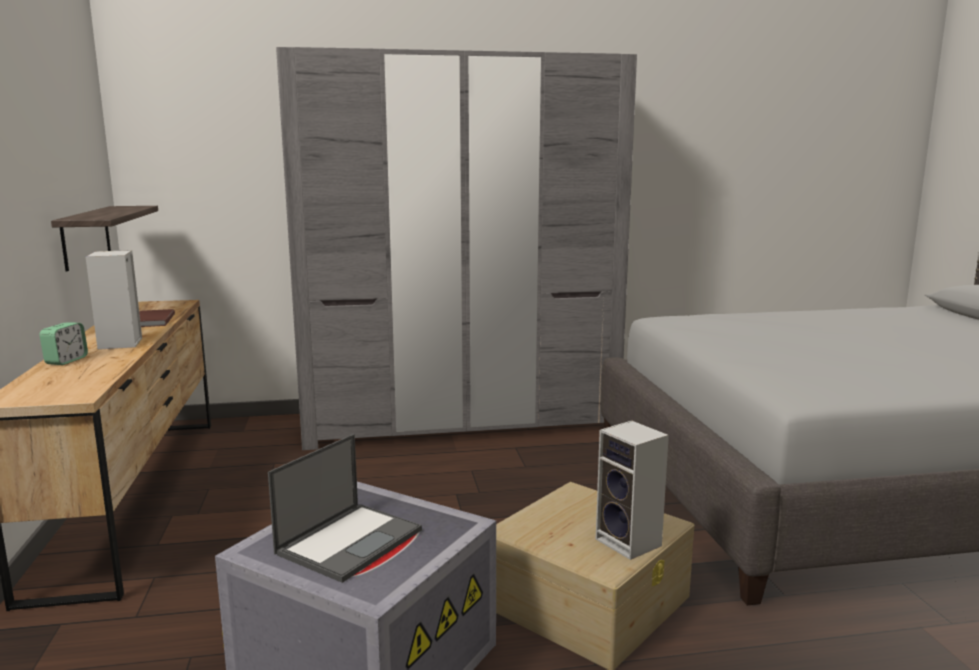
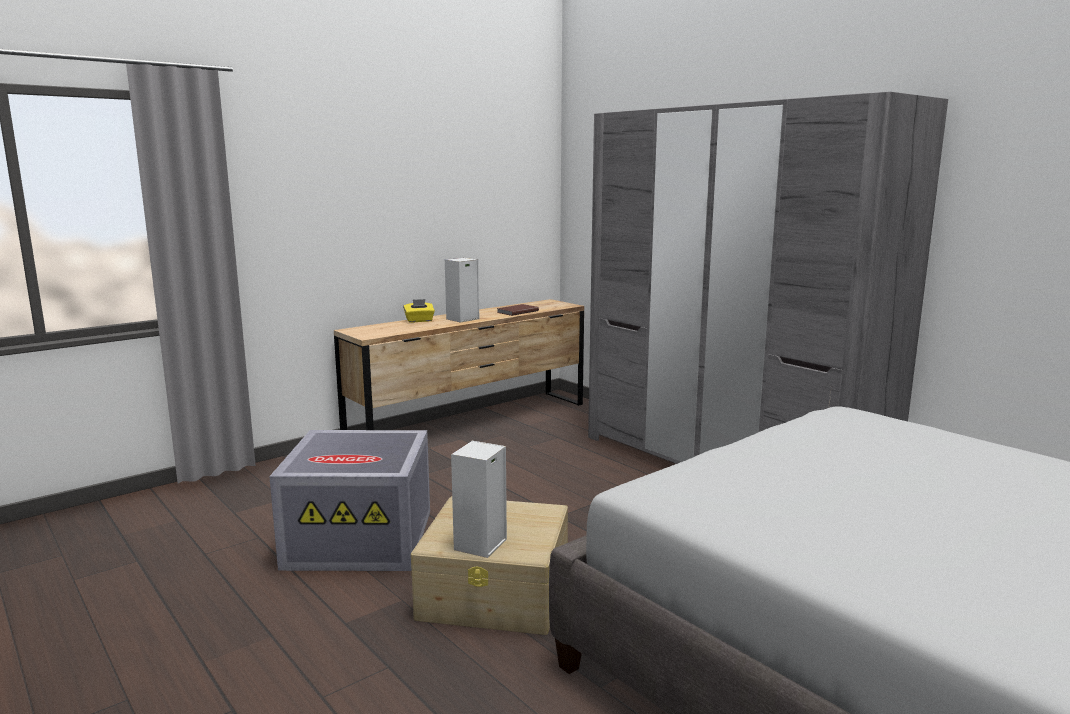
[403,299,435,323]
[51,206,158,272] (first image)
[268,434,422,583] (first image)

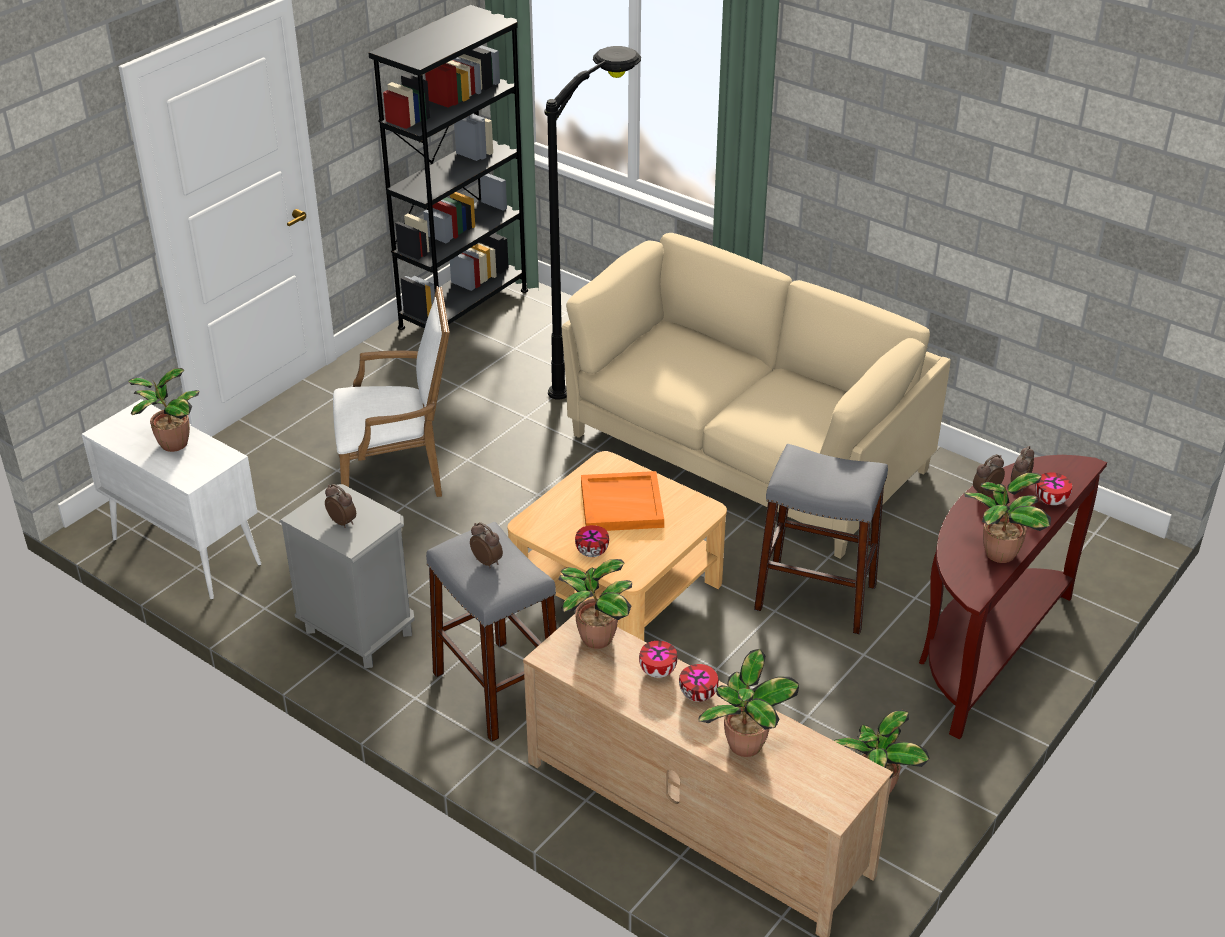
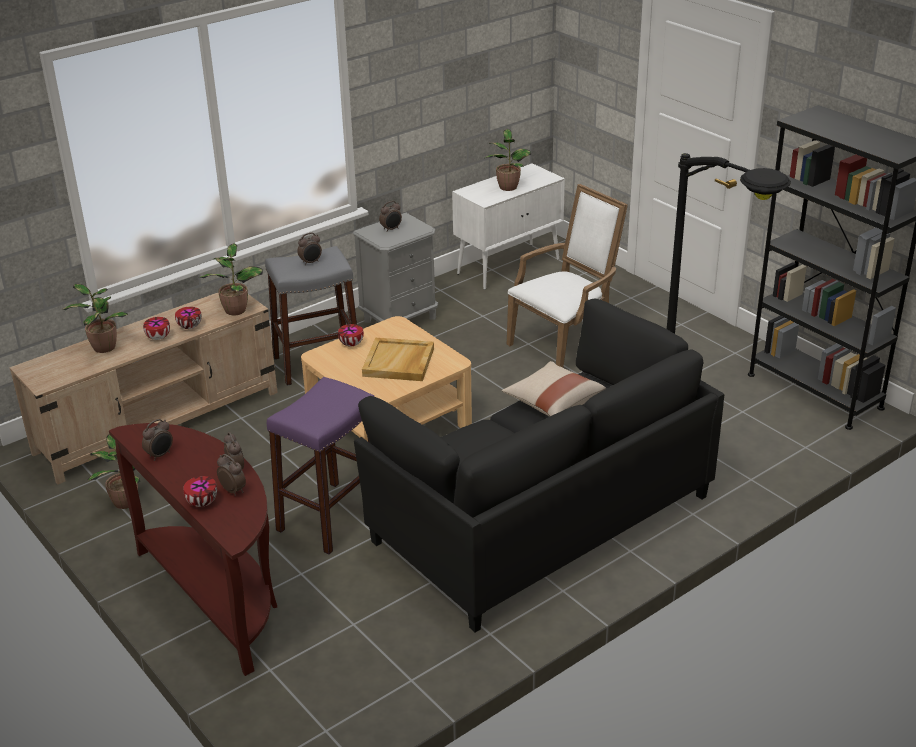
[507,184,628,368]
[354,299,724,632]
[362,338,434,381]
[267,377,374,554]
[142,419,173,461]
[502,361,606,417]

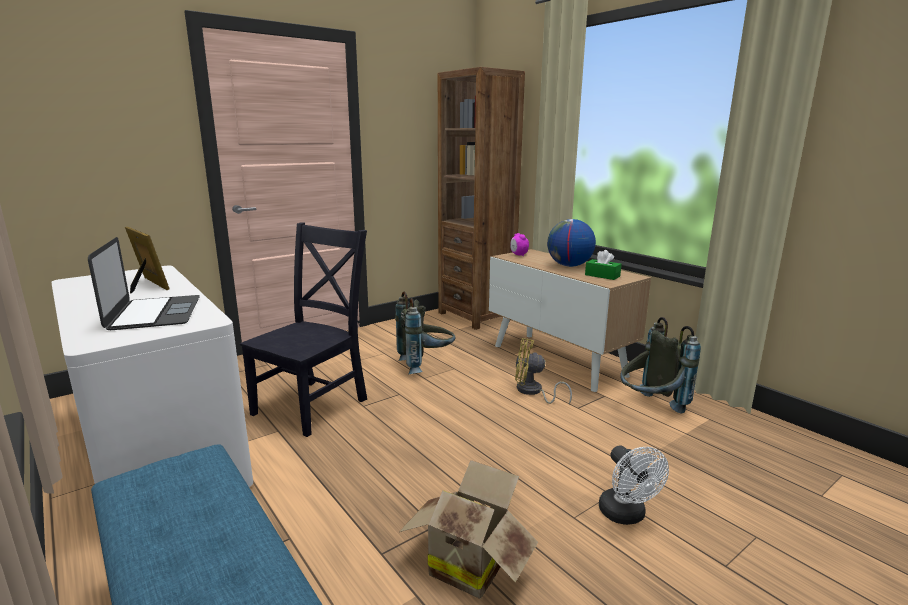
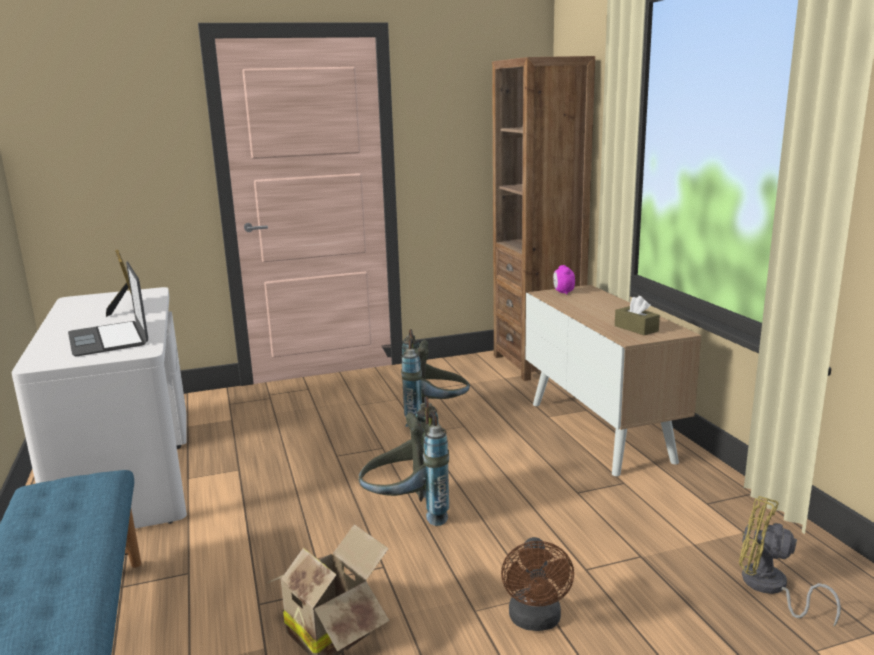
[68,261,148,356]
[240,222,367,437] (first image)
[739,496,841,626]
[547,219,596,267] (first image)
[615,296,660,335]
[501,537,574,631]
[358,397,449,526]

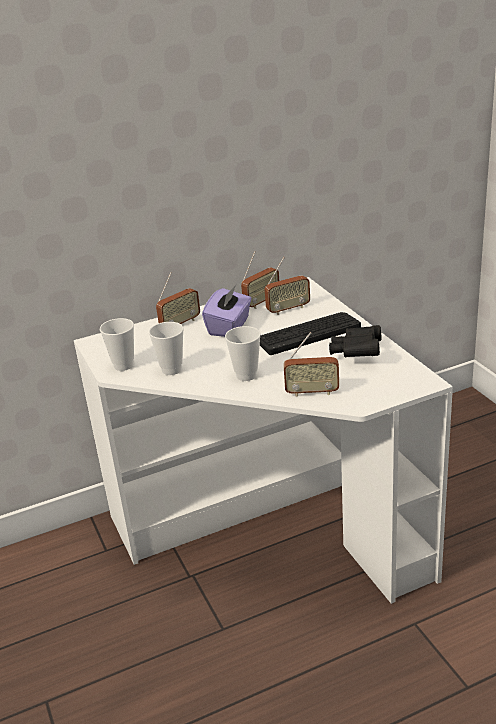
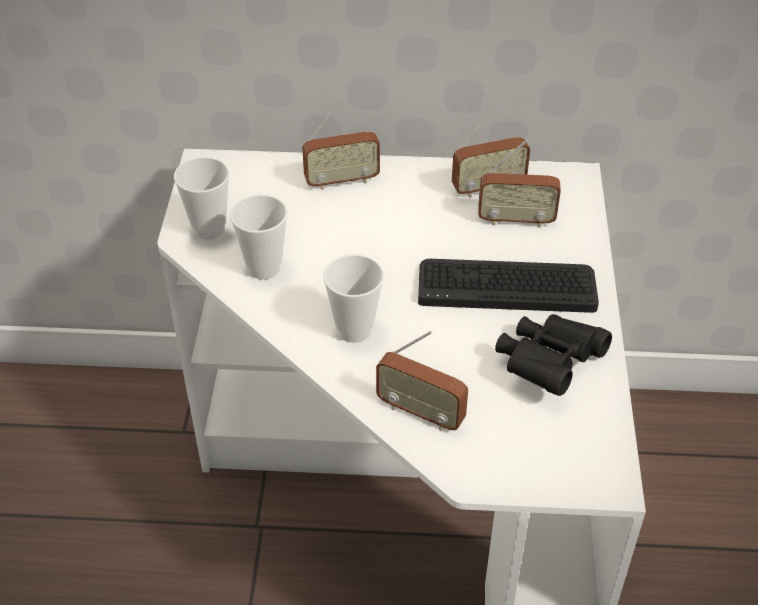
[202,285,252,337] (first image)

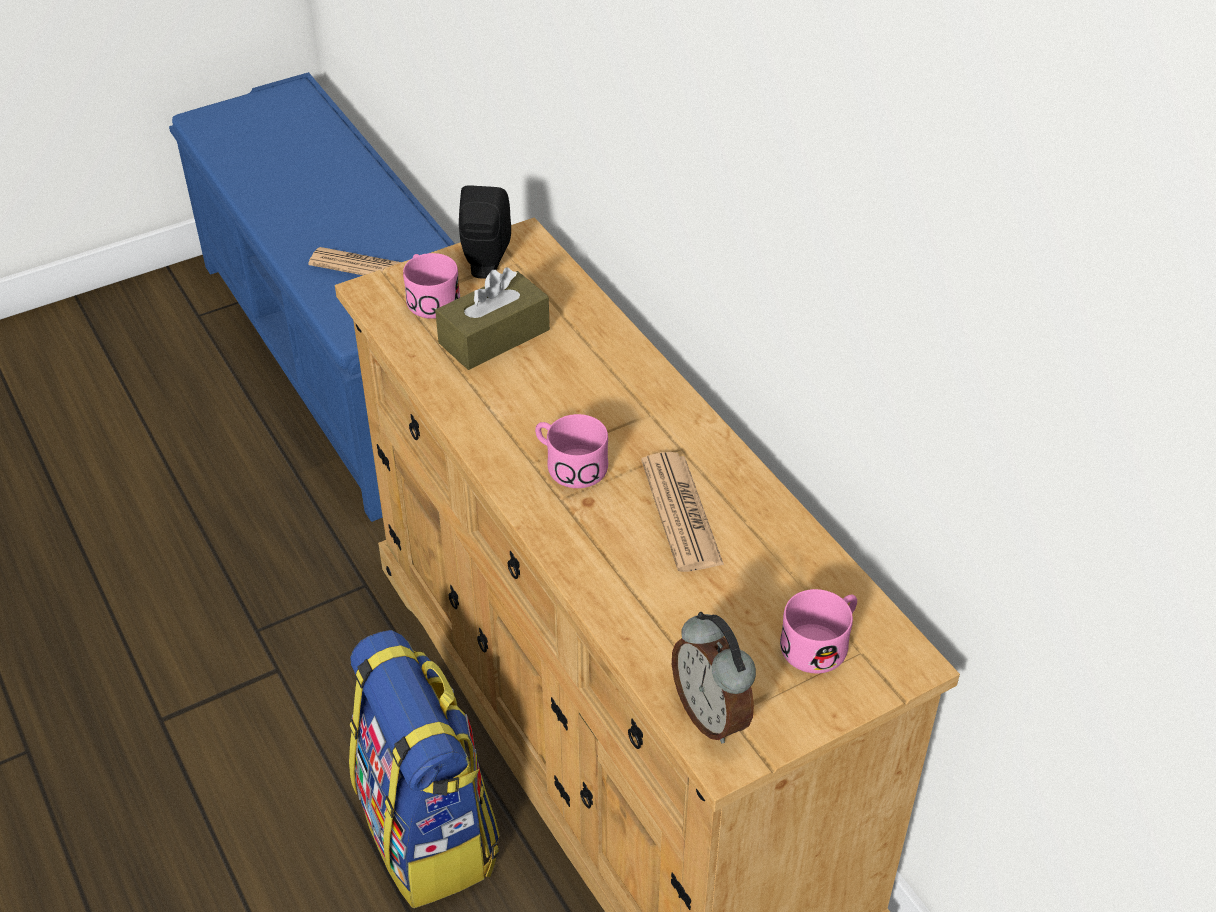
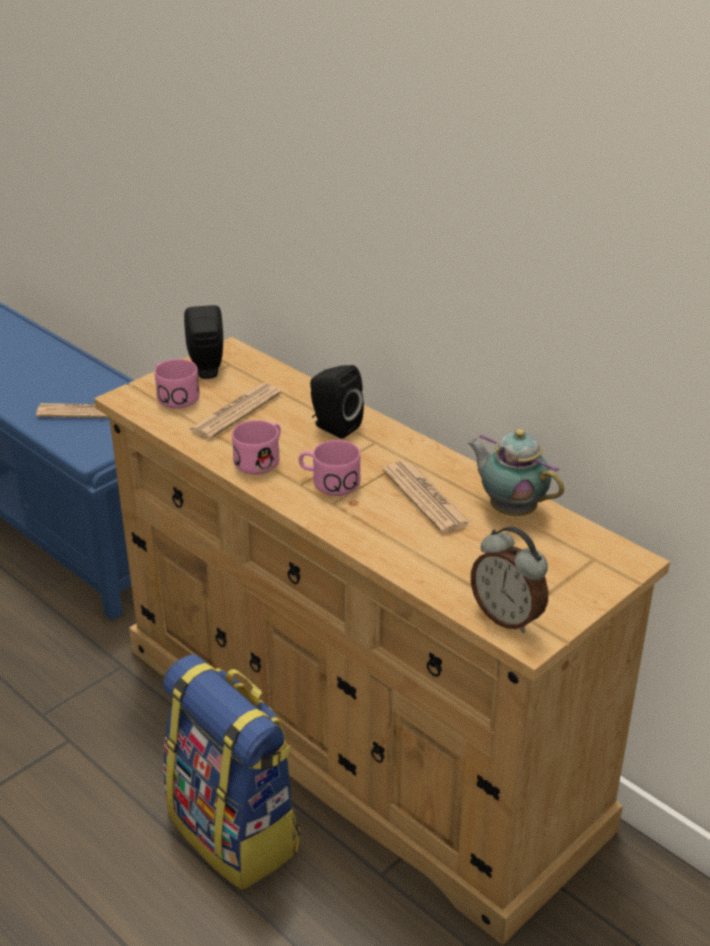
[188,383,281,440]
[232,420,281,475]
[310,365,364,439]
[468,429,564,516]

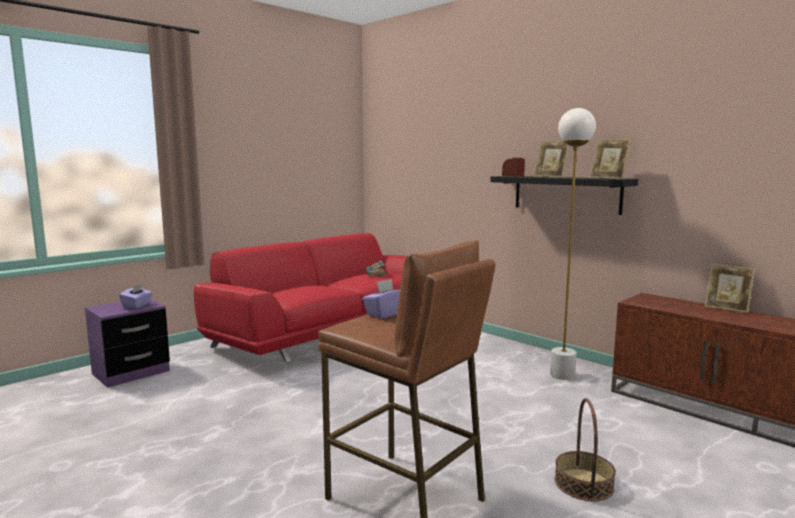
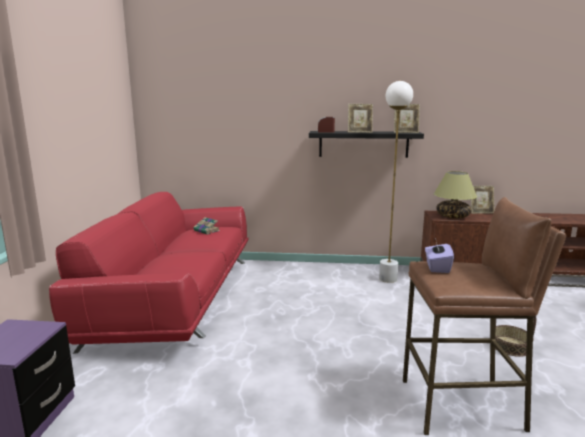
[119,284,152,309] (first image)
[434,171,477,218]

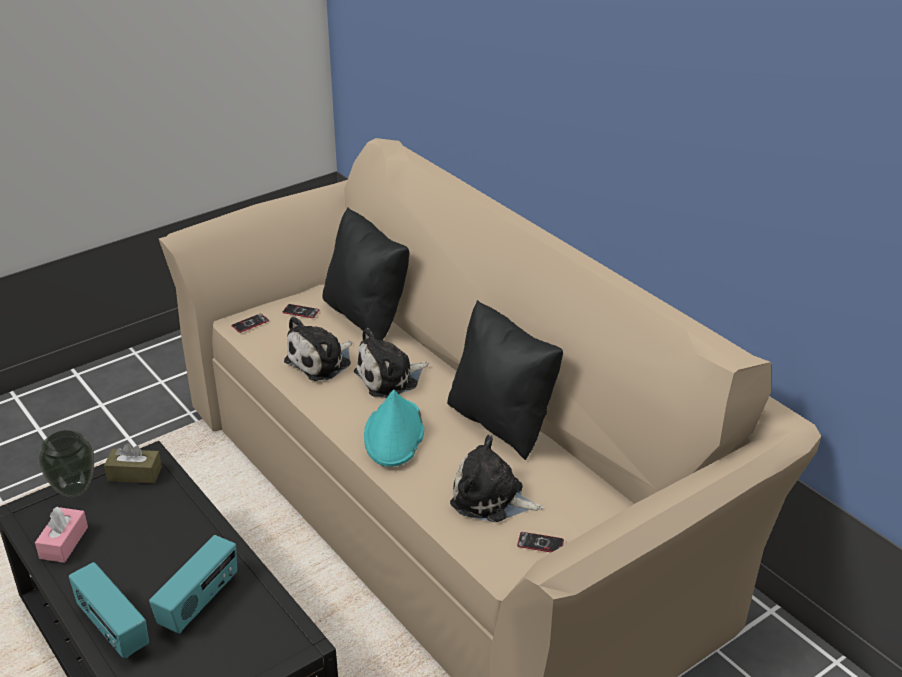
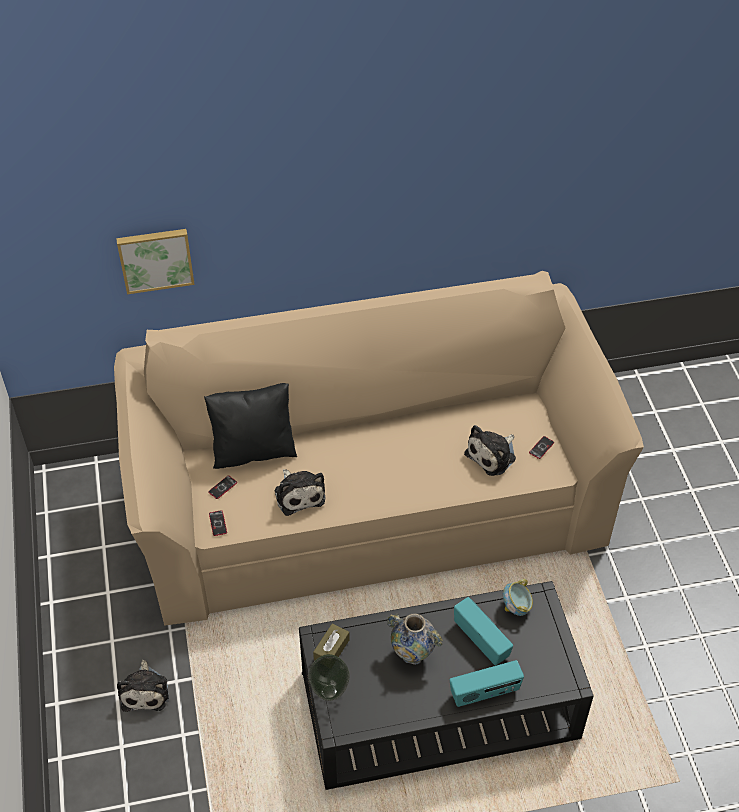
[35,506,88,563] (first image)
[117,660,169,712]
[364,390,424,467] (first image)
[447,300,563,460] (first image)
[116,229,195,294]
[387,613,443,665]
[503,579,533,616]

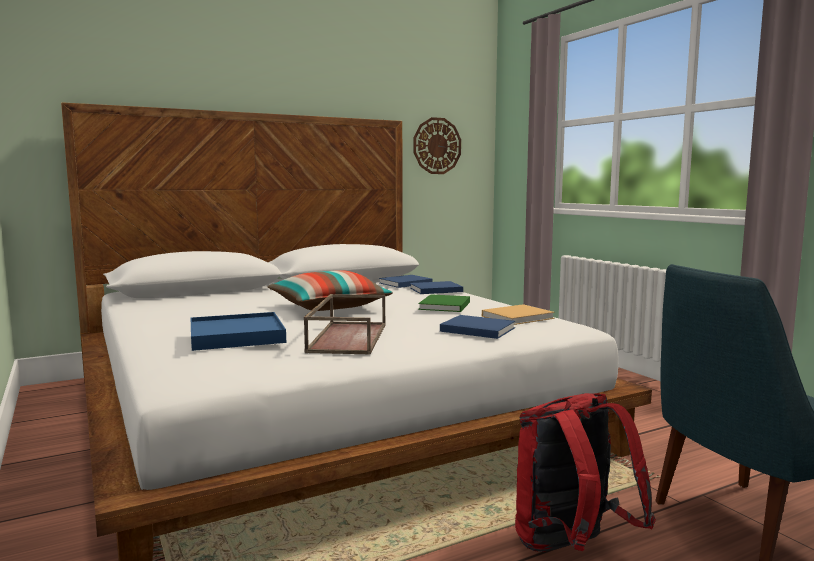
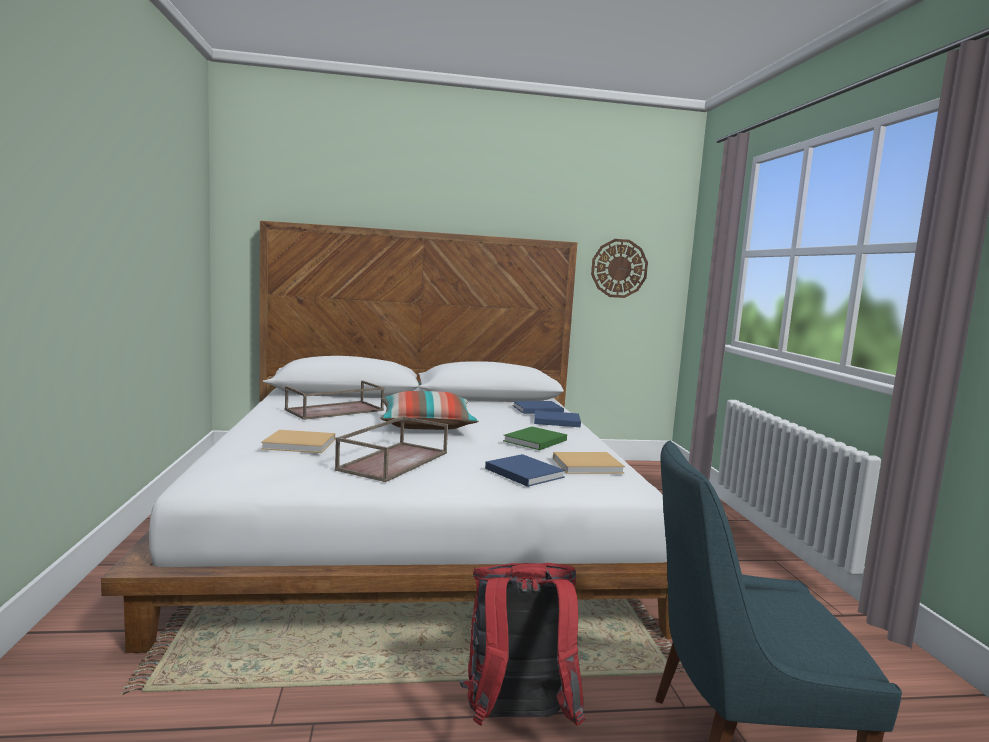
[261,430,335,453]
[285,380,384,420]

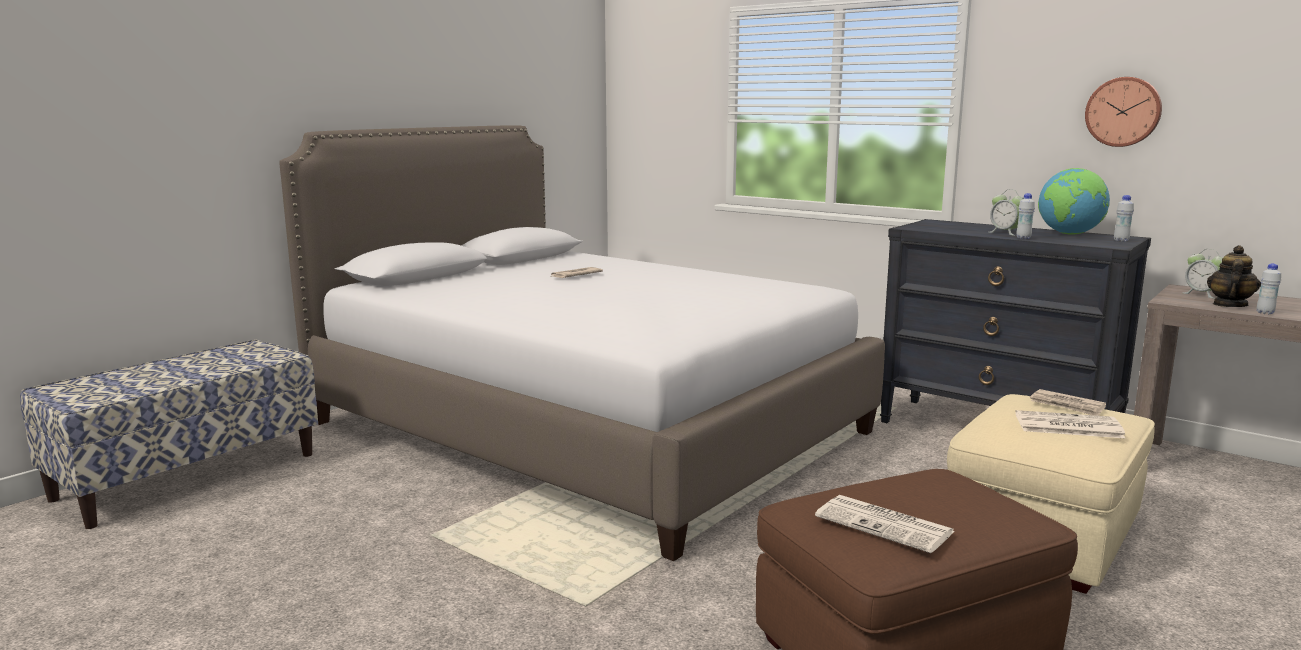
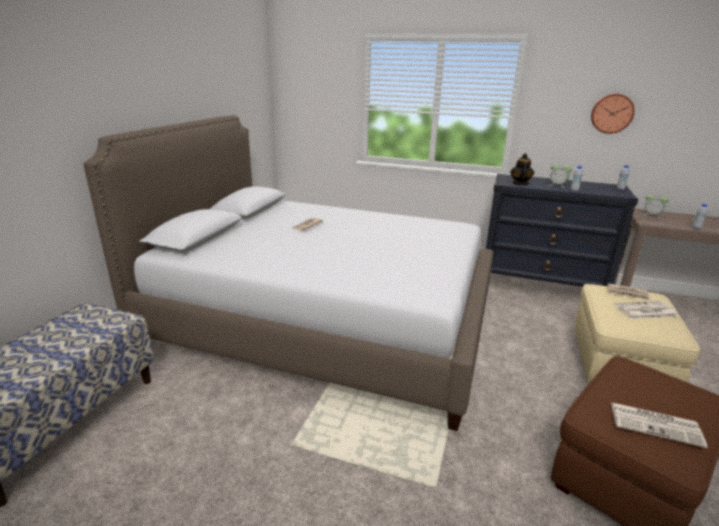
[1038,168,1110,235] (first image)
[510,153,534,185]

